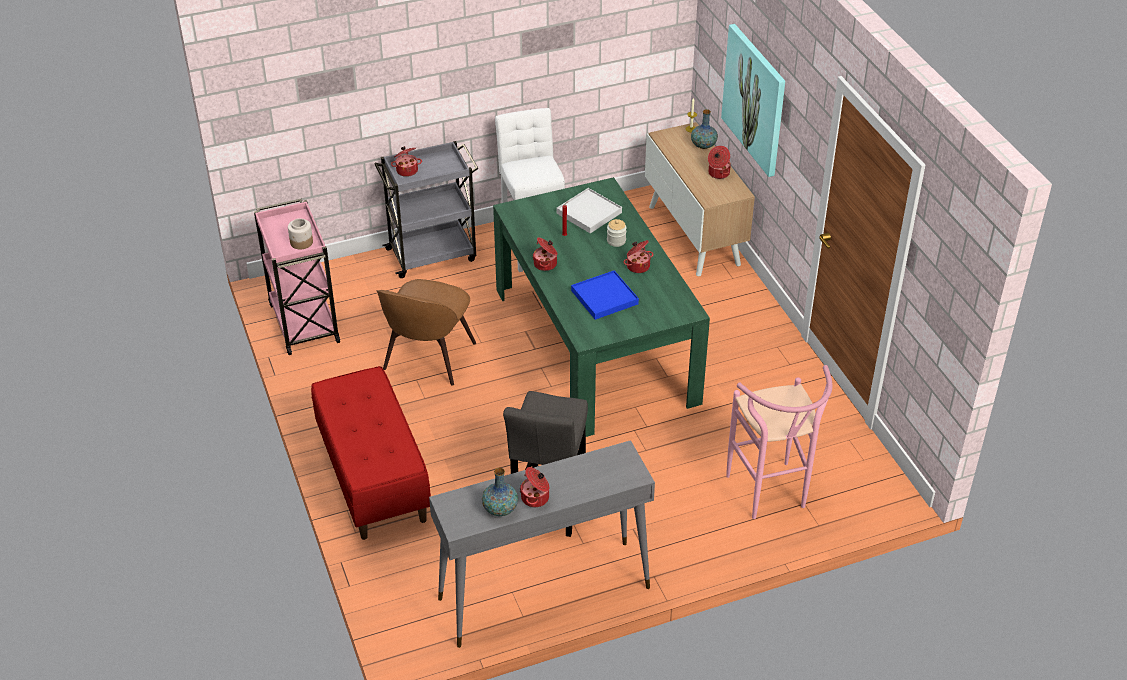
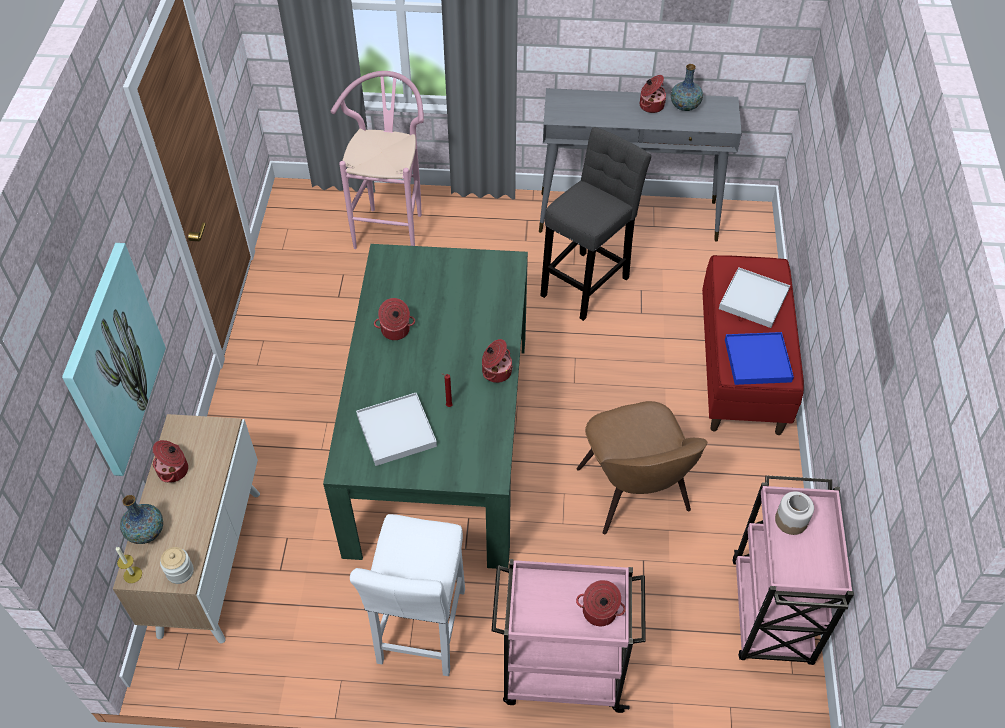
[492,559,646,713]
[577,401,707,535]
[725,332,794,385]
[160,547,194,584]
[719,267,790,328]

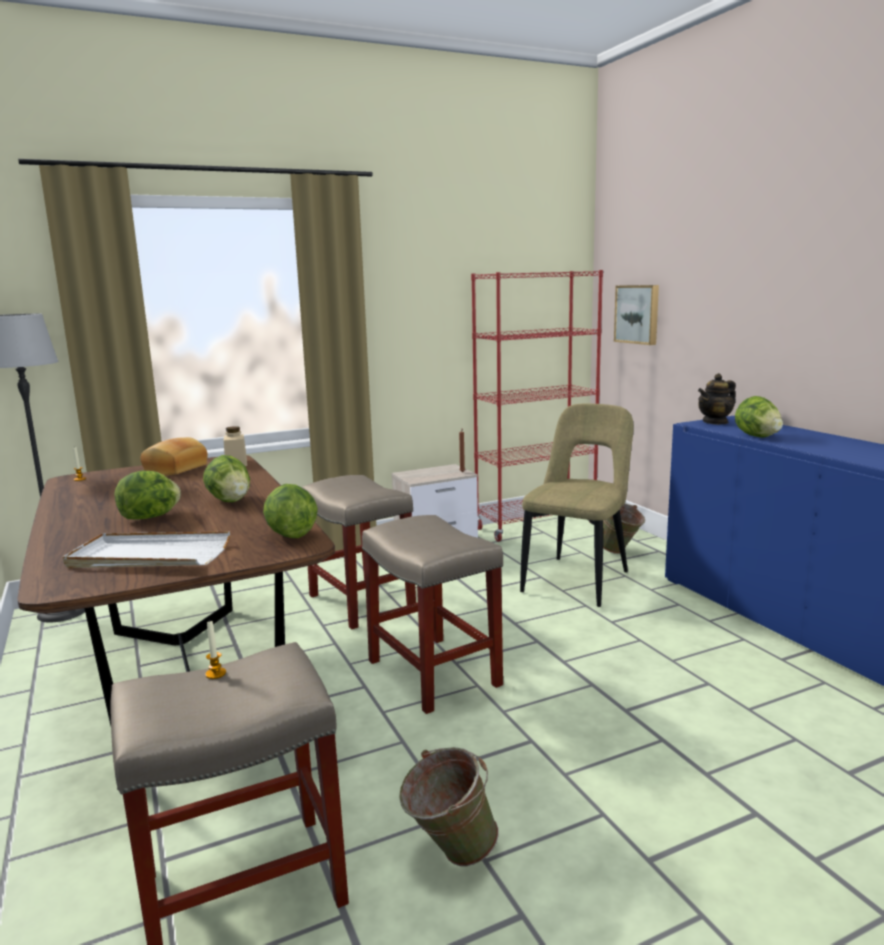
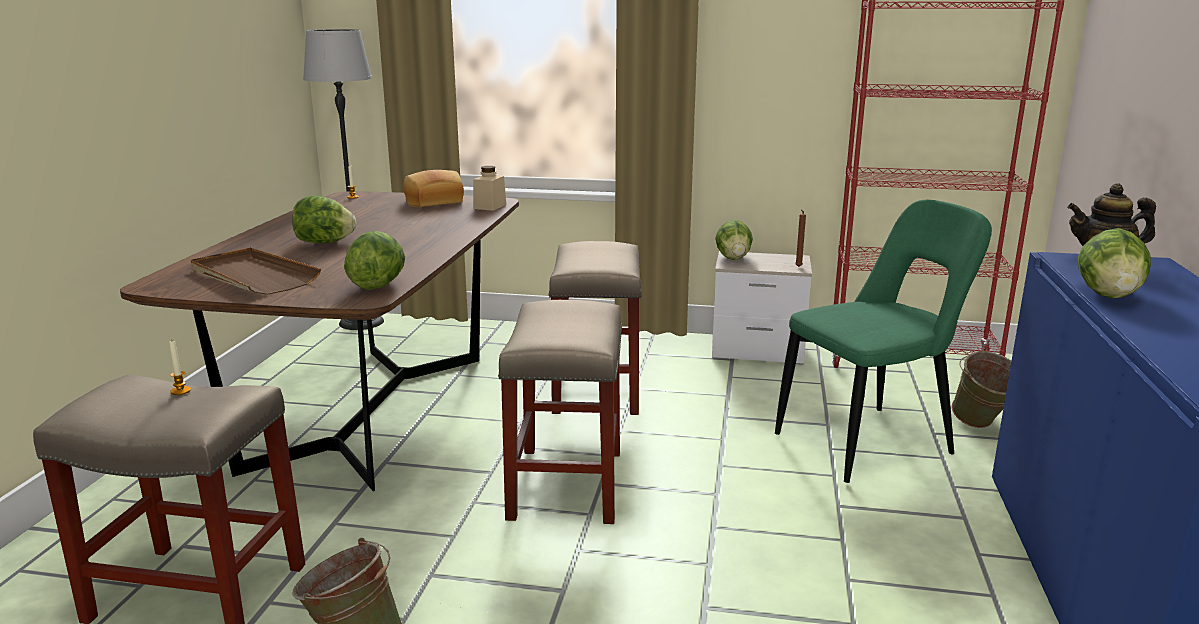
[190,247,321,295]
[715,220,753,260]
[775,200,992,483]
[614,285,659,345] (first image)

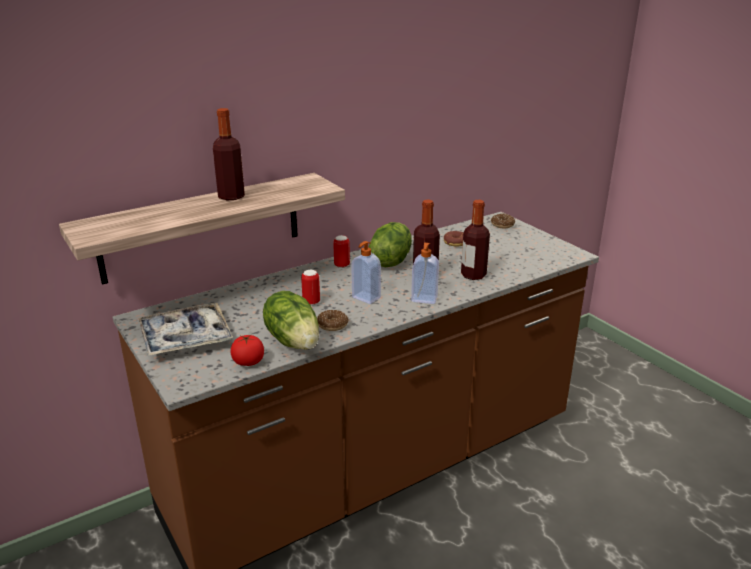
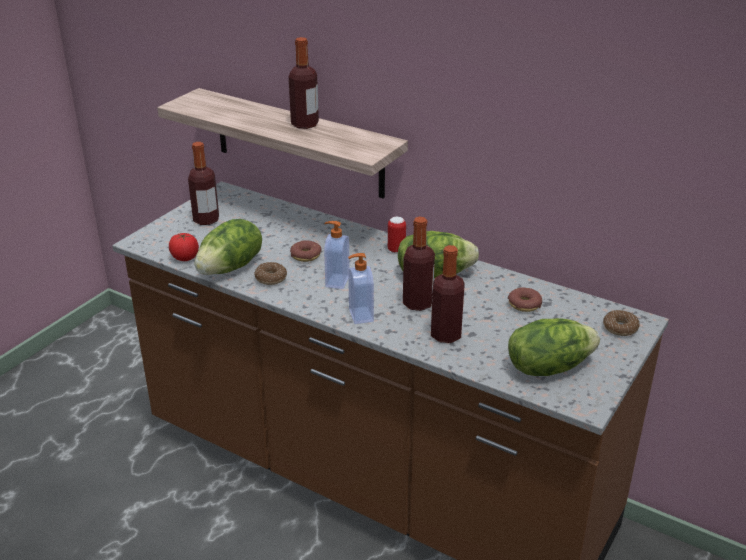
[188,142,219,225]
[290,240,322,262]
[508,318,600,376]

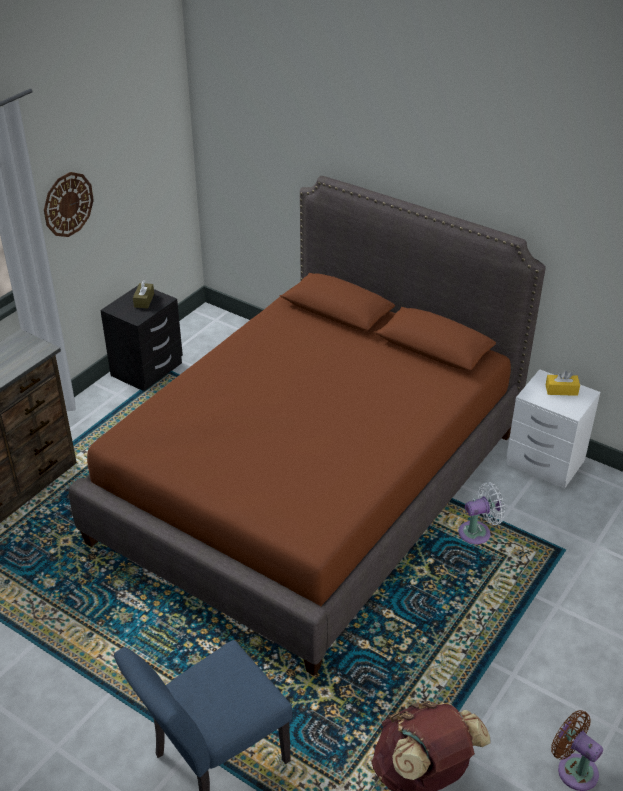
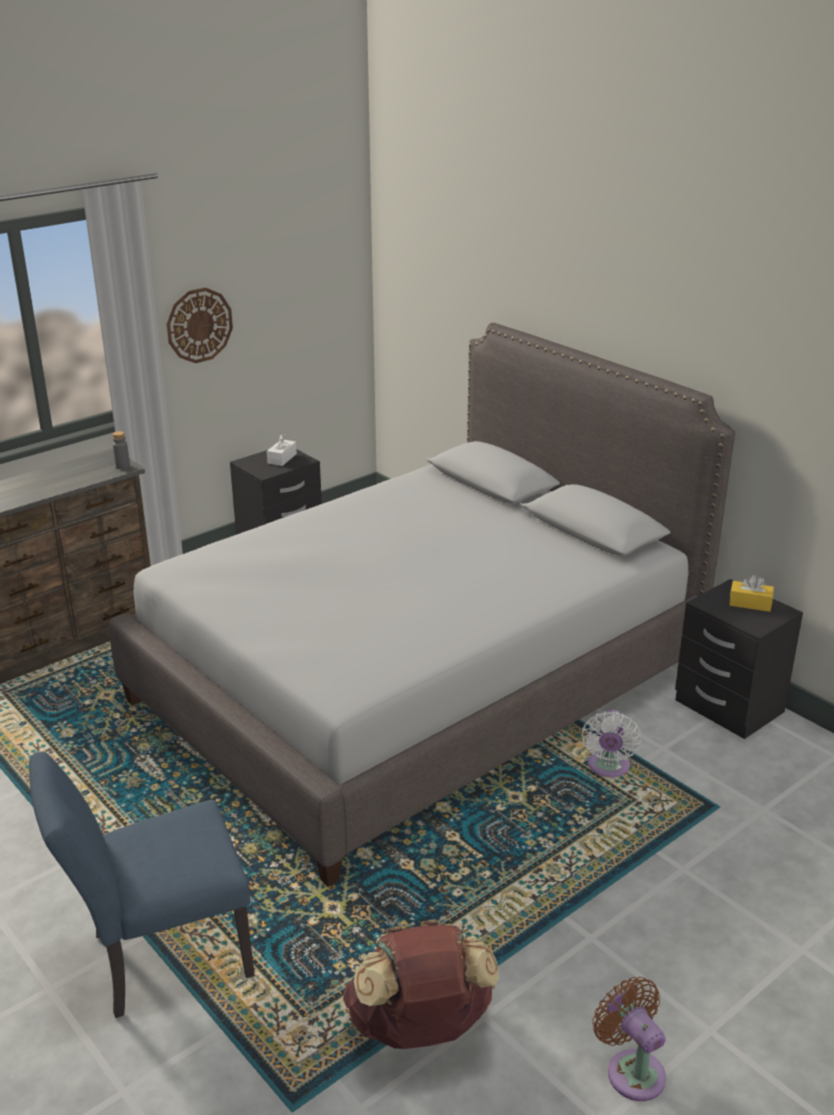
[109,323,735,887]
[267,434,297,466]
[582,709,641,777]
[675,579,803,739]
[113,431,130,469]

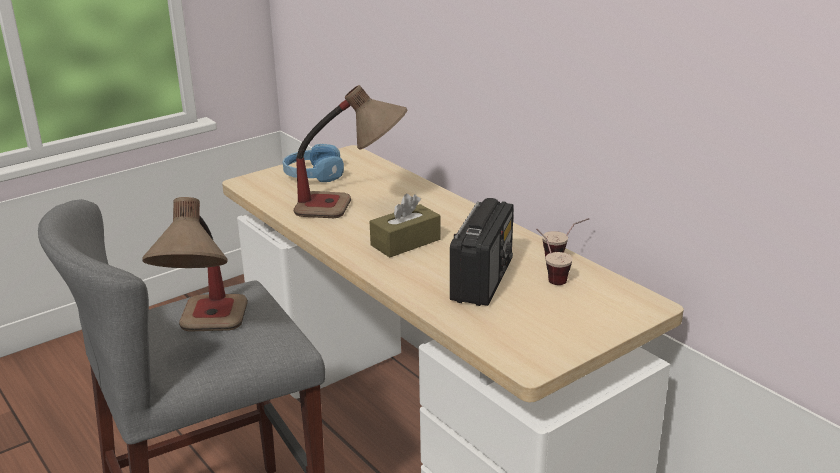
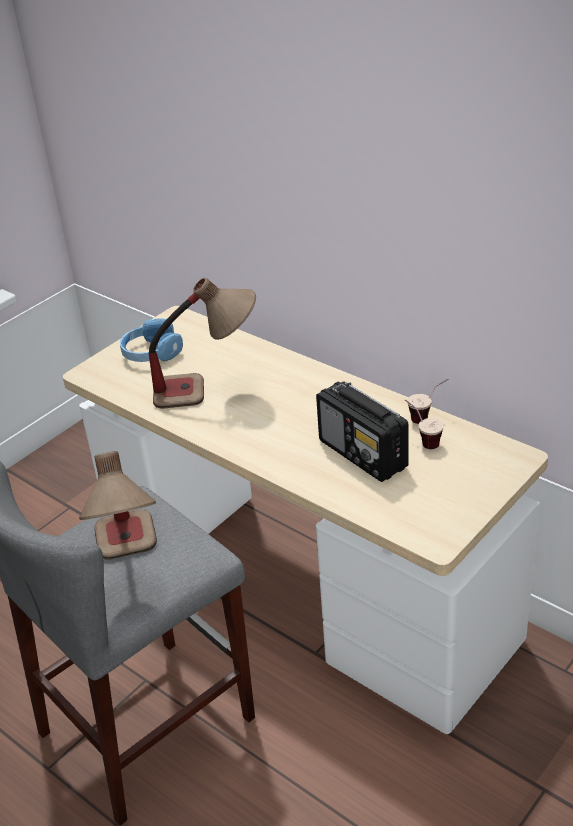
[370,194,441,258] (first image)
[316,381,409,482]

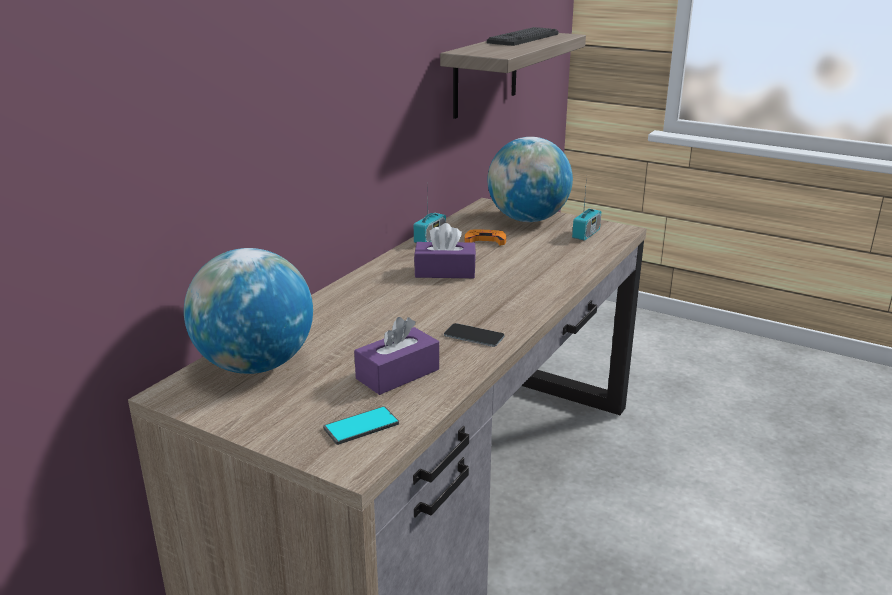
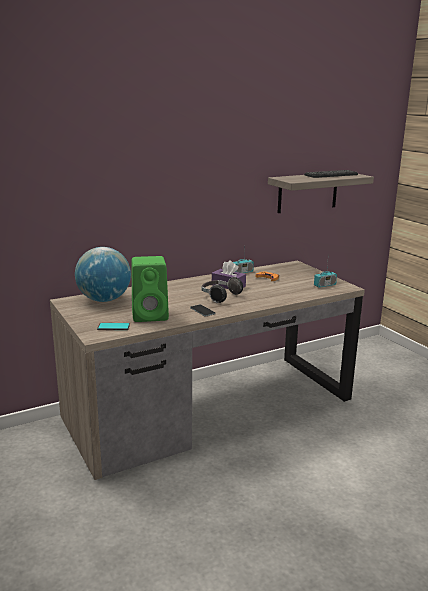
[131,256,169,322]
[487,137,573,222] (first image)
[201,276,243,303]

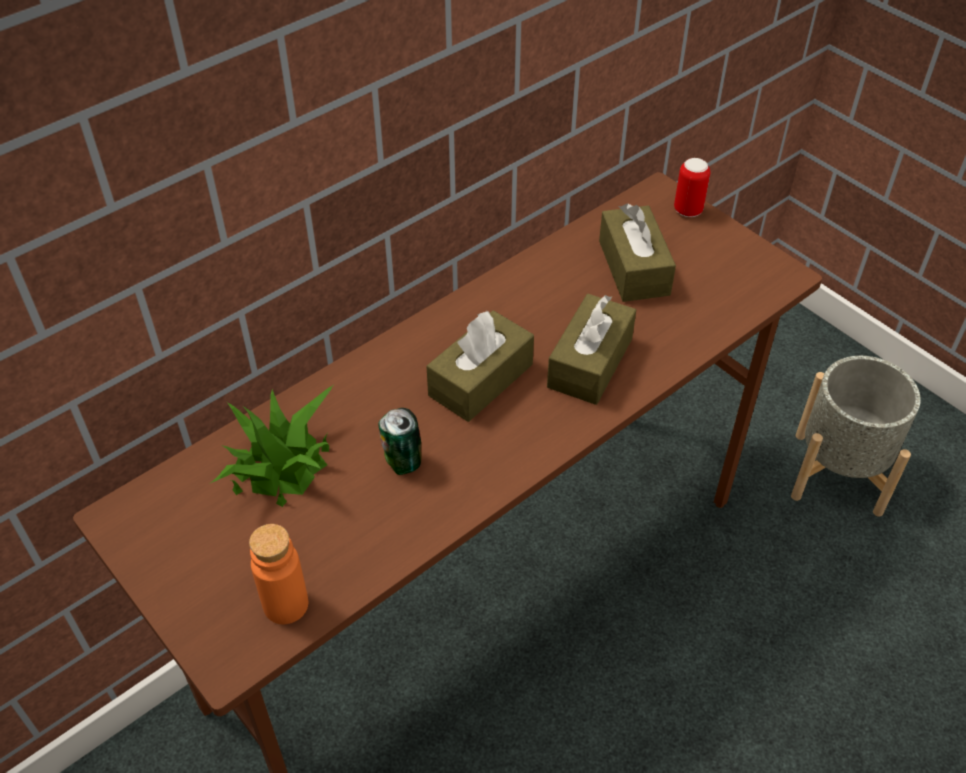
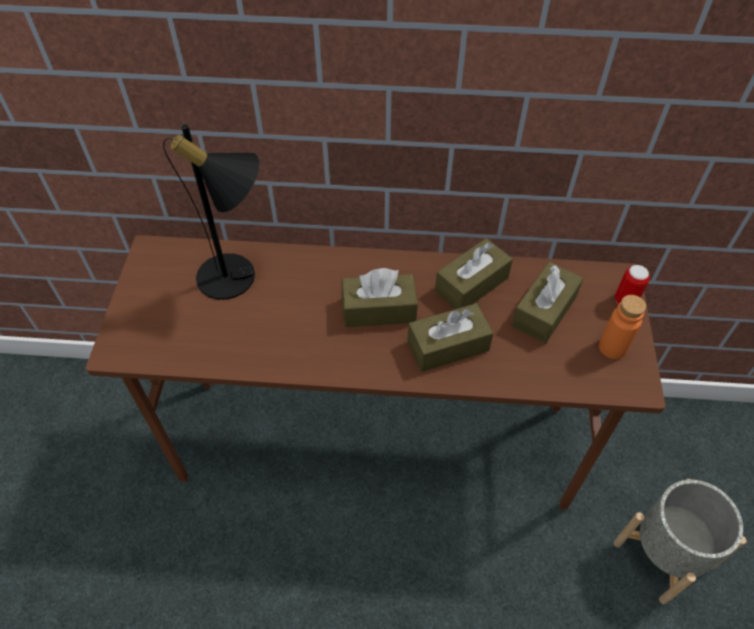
[163,124,260,300]
[599,295,646,359]
[378,408,421,475] (first image)
[435,238,513,309]

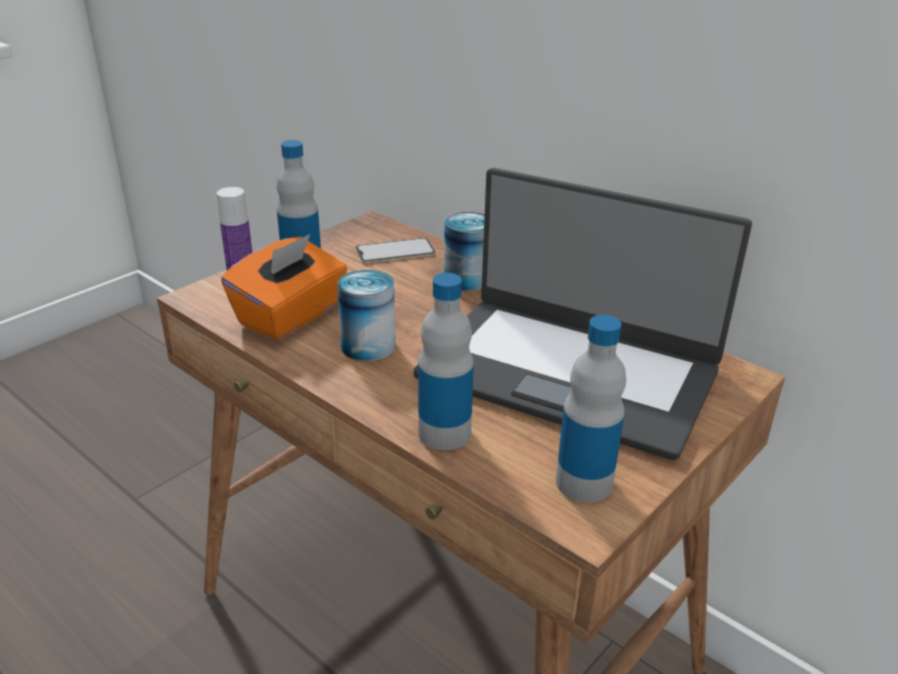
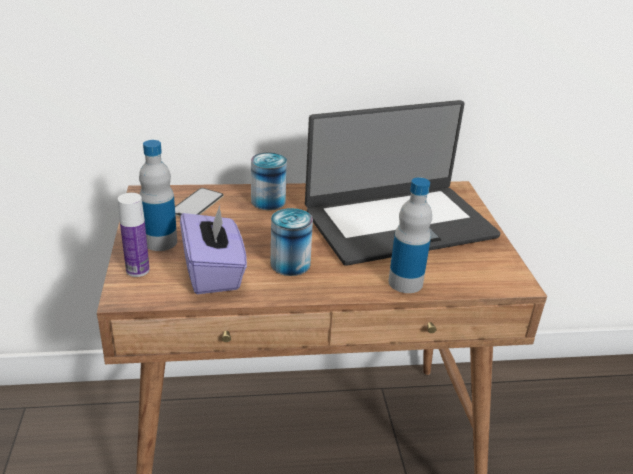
[180,205,247,294]
[556,315,626,503] (first image)

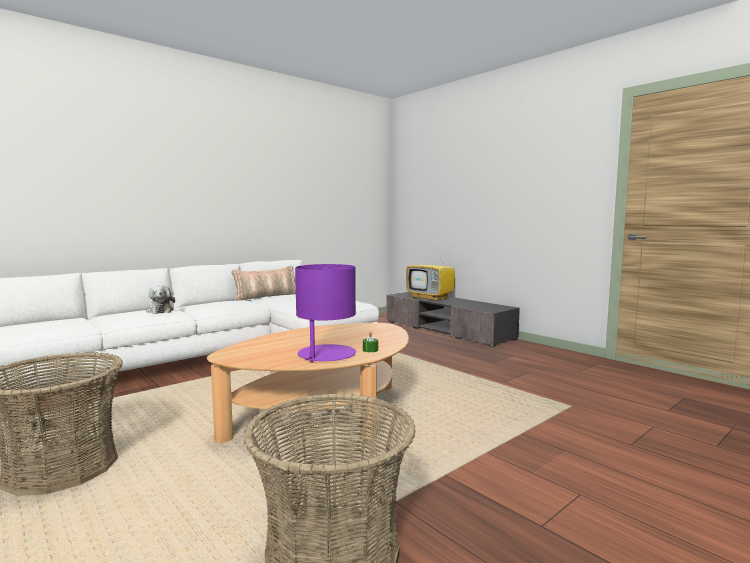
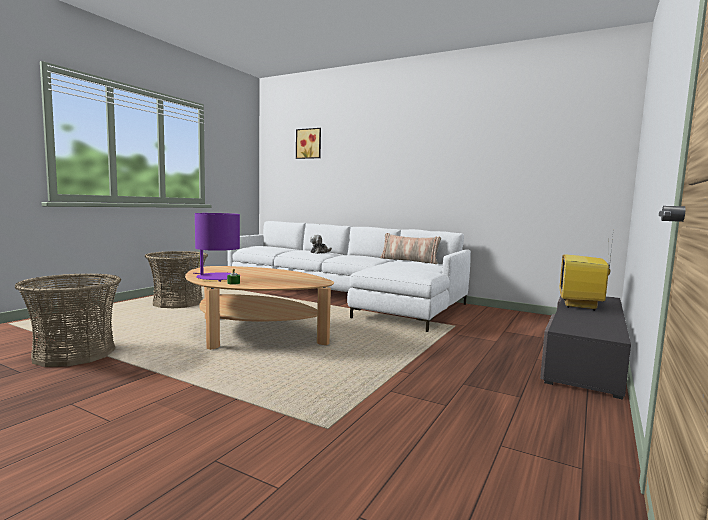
[296,128,321,159]

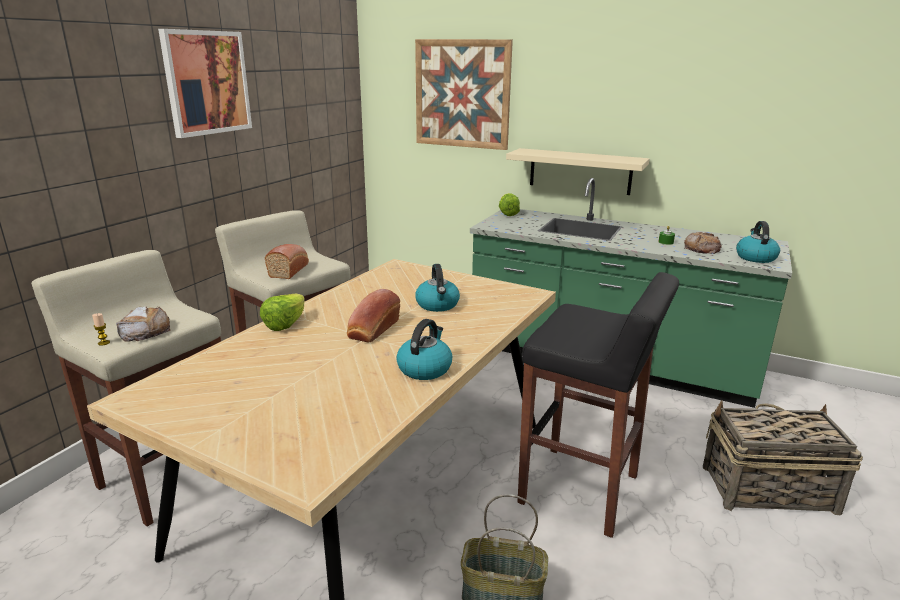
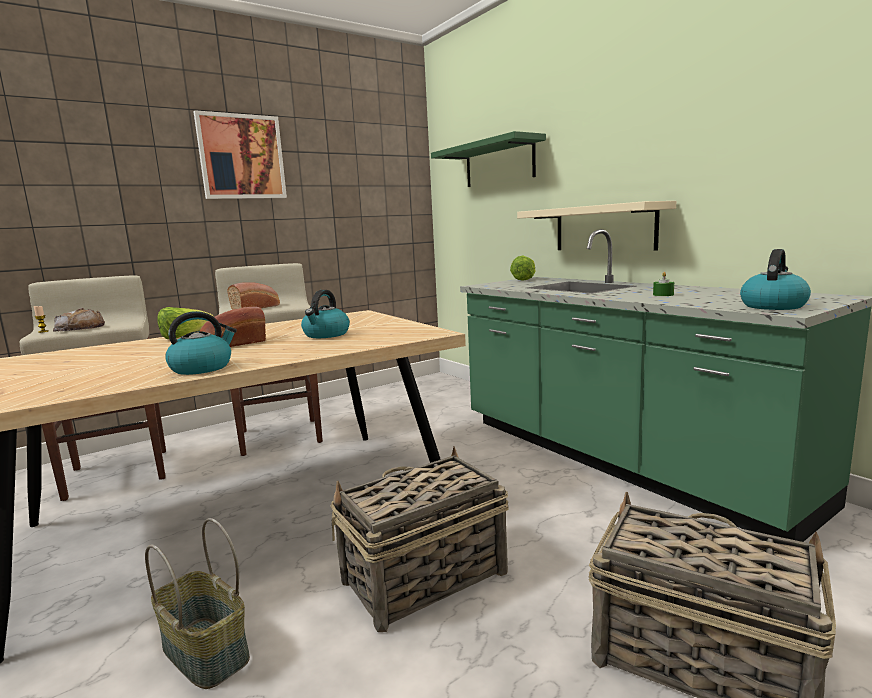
[431,131,546,187]
[330,447,509,632]
[684,232,722,254] (first image)

